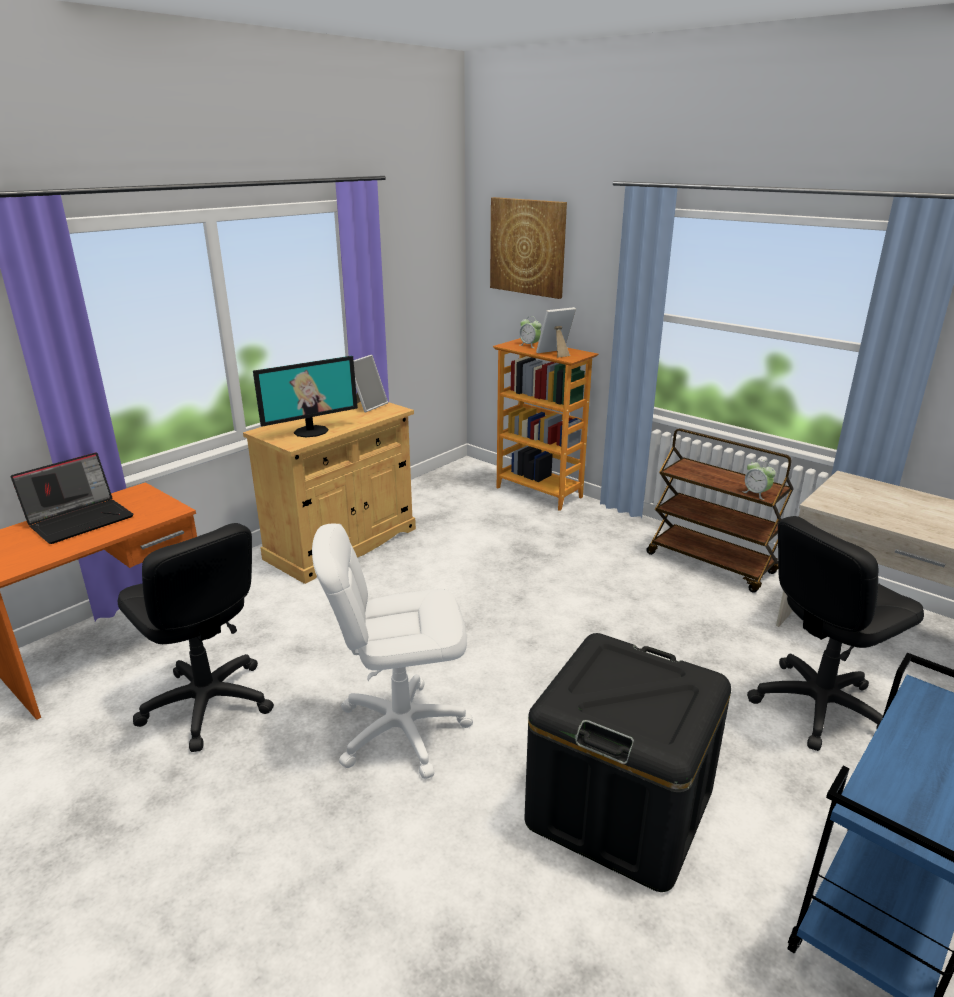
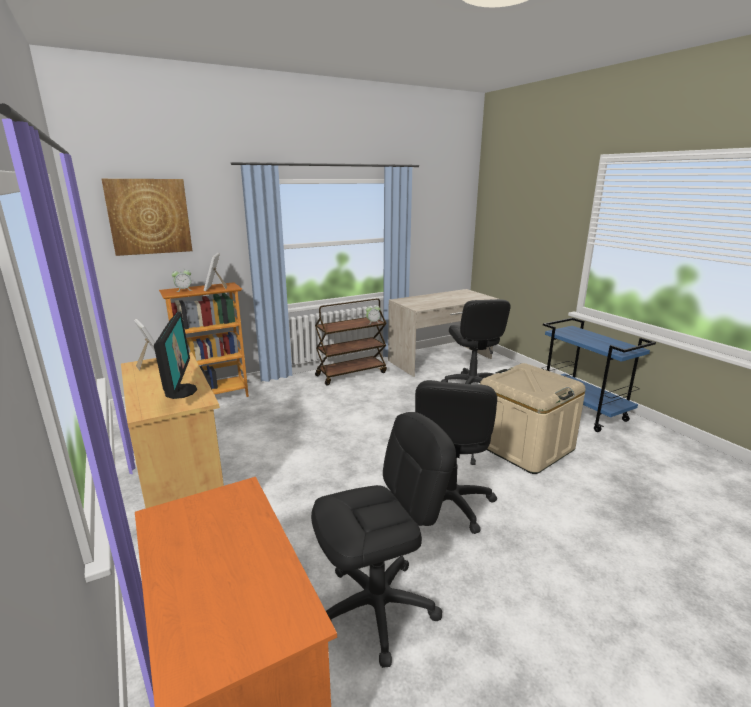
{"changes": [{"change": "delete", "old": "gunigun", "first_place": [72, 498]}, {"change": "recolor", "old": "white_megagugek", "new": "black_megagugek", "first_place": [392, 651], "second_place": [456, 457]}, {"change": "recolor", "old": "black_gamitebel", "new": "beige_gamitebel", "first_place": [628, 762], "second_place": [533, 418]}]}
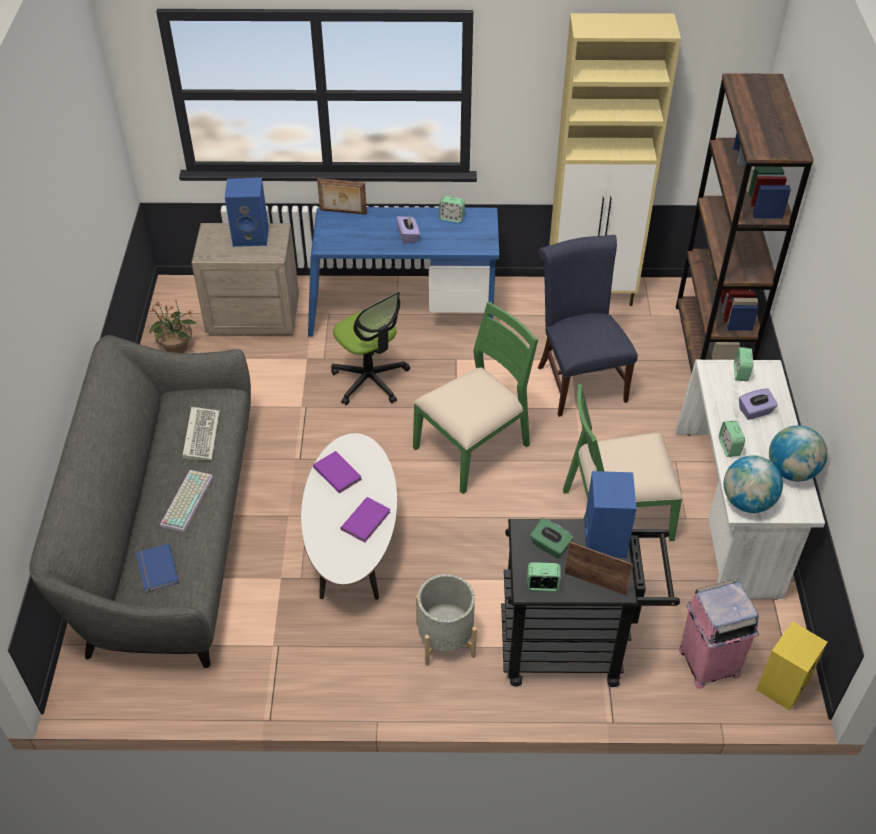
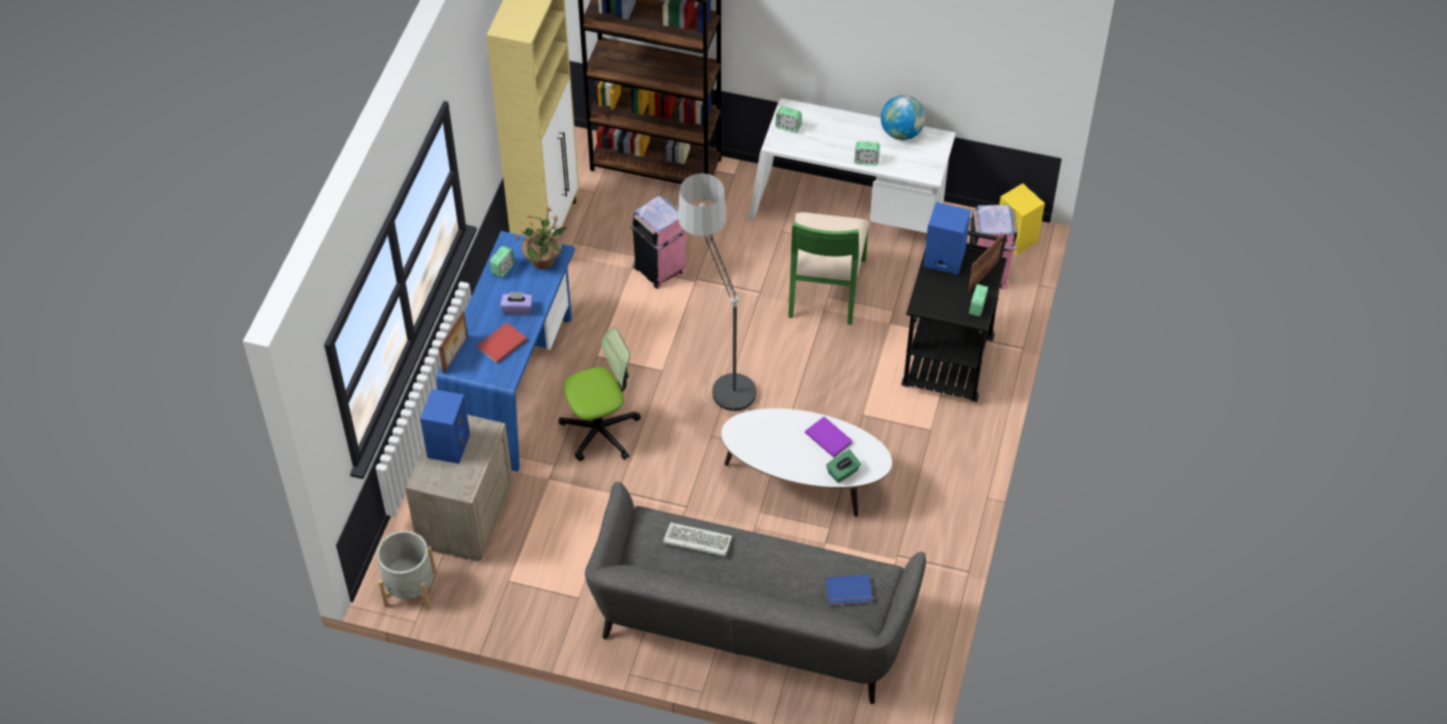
{"changes": [{"change": "replace", "old": "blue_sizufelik", "new": "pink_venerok", "first_place": [588, 326], "second_place": [658, 242]}, {"change": "move", "old": "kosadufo", "first_place": [172, 327], "second_place": [541, 238]}, {"change": "replace", "old": "green_sizufelik", "new": "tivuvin", "first_place": [475, 398], "second_place": [717, 294]}, {"change": "delete", "old": "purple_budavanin", "first_place": [758, 404]}, {"change": "delete", "old": "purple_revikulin", "first_place": [337, 472]}, {"change": "delete", "old": "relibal", "first_place": [753, 484]}, {"change": "delete", "old": "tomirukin", "first_place": [186, 501]}, {"change": "move", "old": "green_budavanin", "first_place": [552, 538], "second_place": [843, 466]}, {"change": "move", "old": "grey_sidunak", "first_place": [446, 620], "second_place": [406, 570]}, {"change": "insert", "new": "red_revikulin", "second_place": [502, 343]}]}
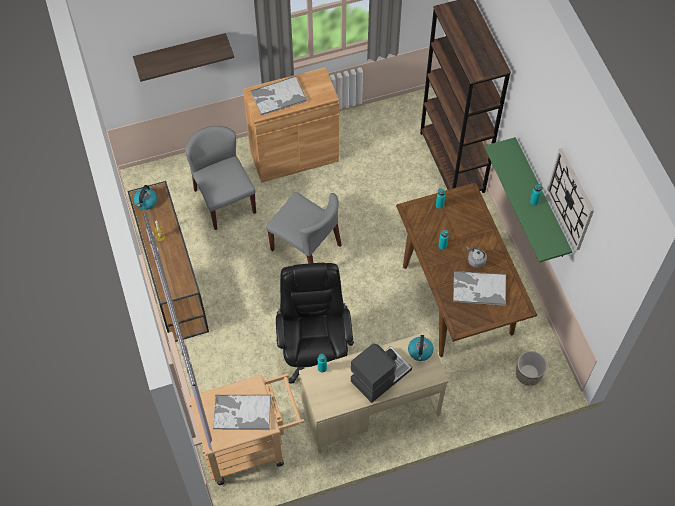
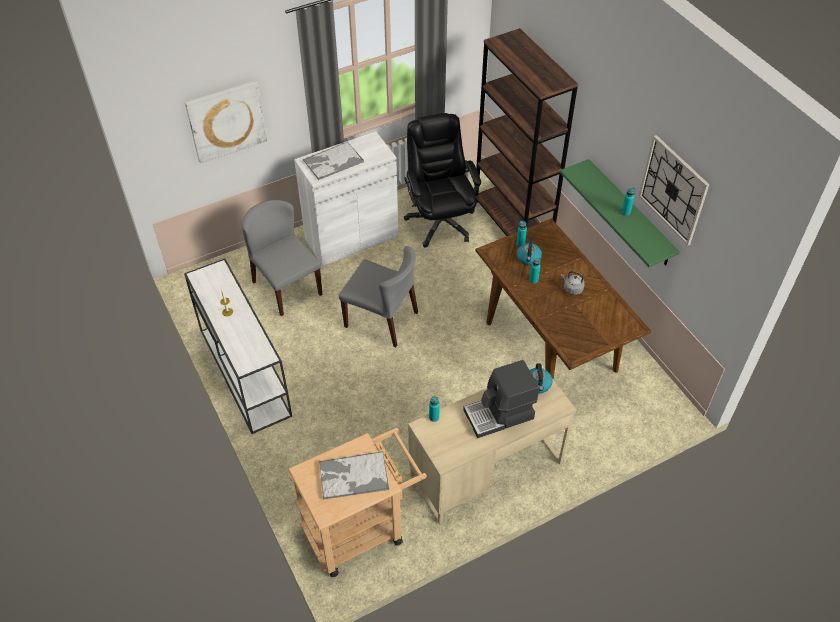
{"changes": [{"change": "replace", "old": "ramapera", "new": "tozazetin", "first_place": [183, 57], "second_place": [226, 122]}, {"change": "recolor", "old": "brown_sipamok", "new": "white_sipamok", "first_place": [291, 125], "second_place": [346, 198]}, {"change": "recolor", "old": "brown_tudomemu", "new": "white_tudomemu", "first_place": [168, 261], "second_place": [238, 346]}, {"change": "move", "old": "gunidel", "first_place": [145, 197], "second_place": [529, 251]}, {"change": "move", "old": "black_megagugek", "first_place": [315, 323], "second_place": [442, 180]}, {"change": "delete", "old": "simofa", "first_place": [479, 288]}, {"change": "rotate", "old": "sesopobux", "first_place": [381, 373], "second_place": [501, 399], "degrees": -150}, {"change": "delete", "old": "sidunak", "first_place": [531, 368]}]}
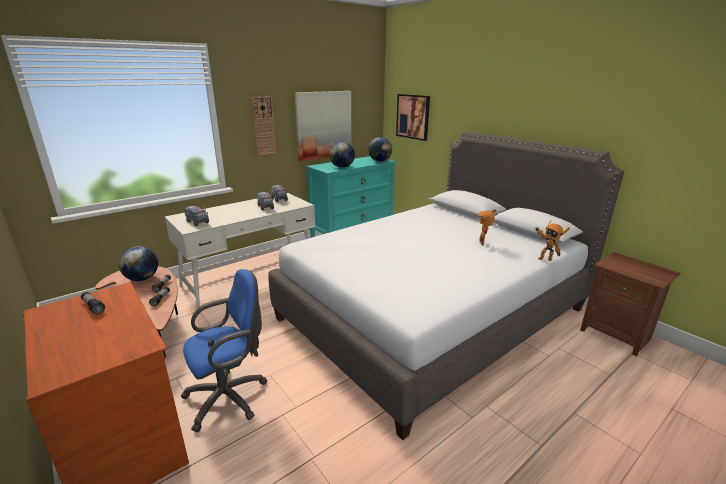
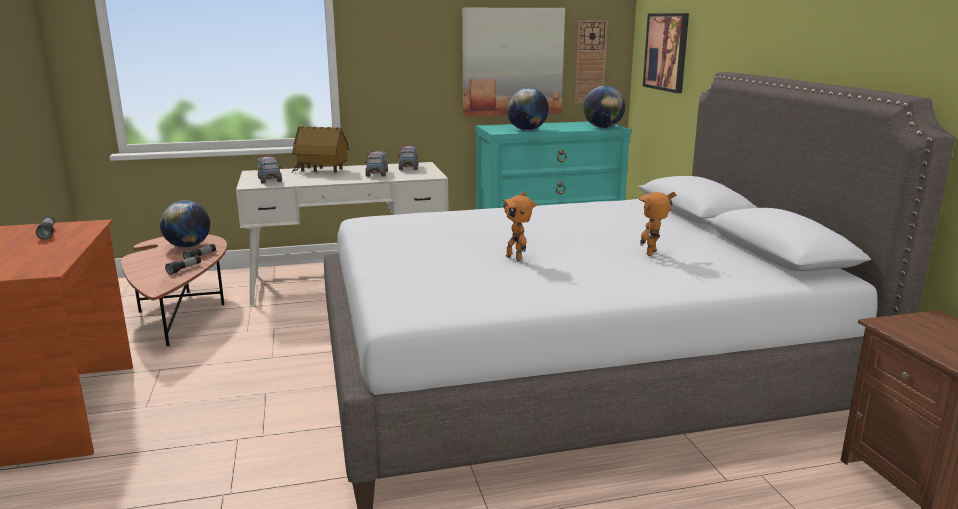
{"changes": [{"change": "move", "old": "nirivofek", "first_place": [263, 125], "second_place": [591, 61]}, {"change": "move", "old": "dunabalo", "first_place": [552, 241], "second_place": [519, 226]}, {"change": "delete", "old": "blue_megagugek", "first_place": [224, 350]}, {"change": "insert", "new": "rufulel", "second_place": [320, 149]}]}
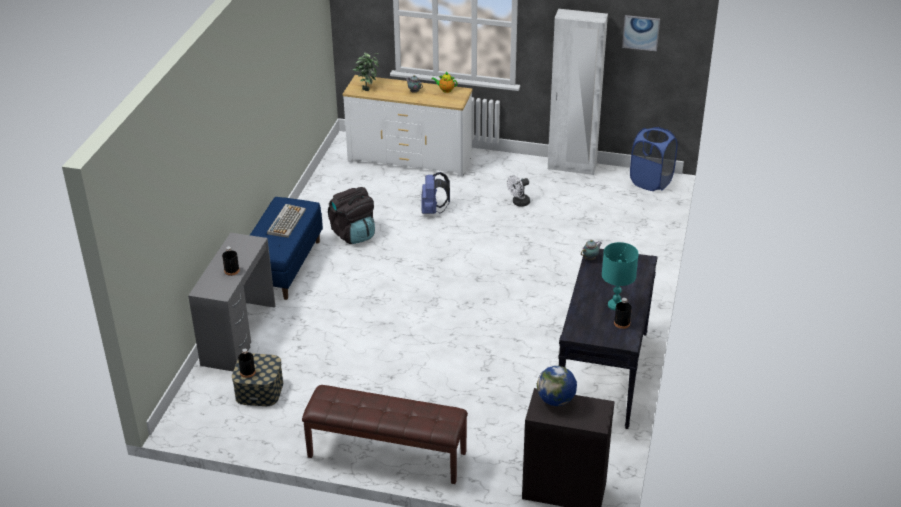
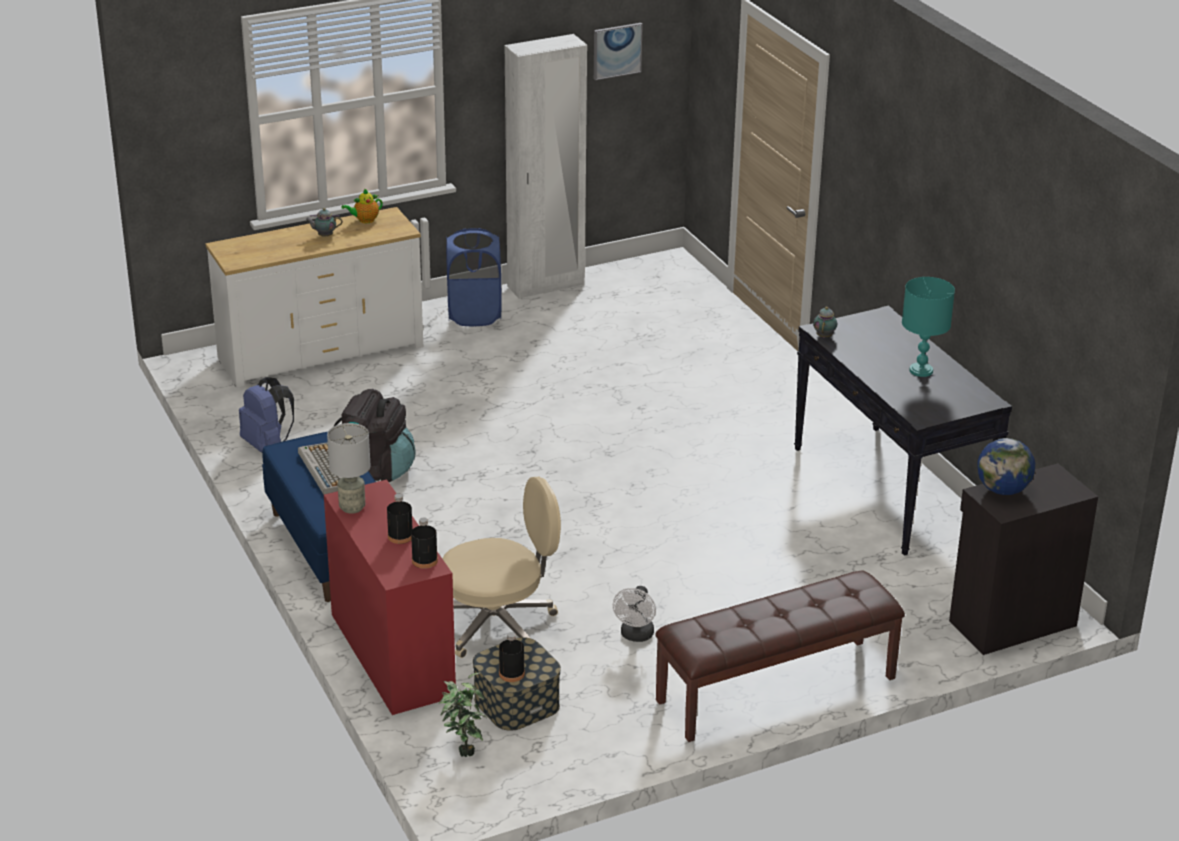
{"changes": [{"change": "move", "old": "kosadufo", "first_place": [366, 71], "second_place": [463, 714]}, {"change": "move", "old": "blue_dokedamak", "first_place": [653, 159], "second_place": [474, 277]}, {"change": "move", "old": "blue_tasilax", "first_place": [436, 193], "second_place": [266, 415]}, {"change": "move", "old": "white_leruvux", "first_place": [518, 191], "second_place": [634, 614]}, {"change": "recolor", "old": "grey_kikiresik", "new": "red_kikiresik", "first_place": [232, 302], "second_place": [390, 597]}, {"change": "move", "old": "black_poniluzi", "first_place": [623, 313], "second_place": [424, 543]}, {"change": "insert", "new": "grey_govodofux", "second_place": [349, 468]}, {"change": "insert", "new": "beige_megagugek", "second_place": [501, 567]}]}
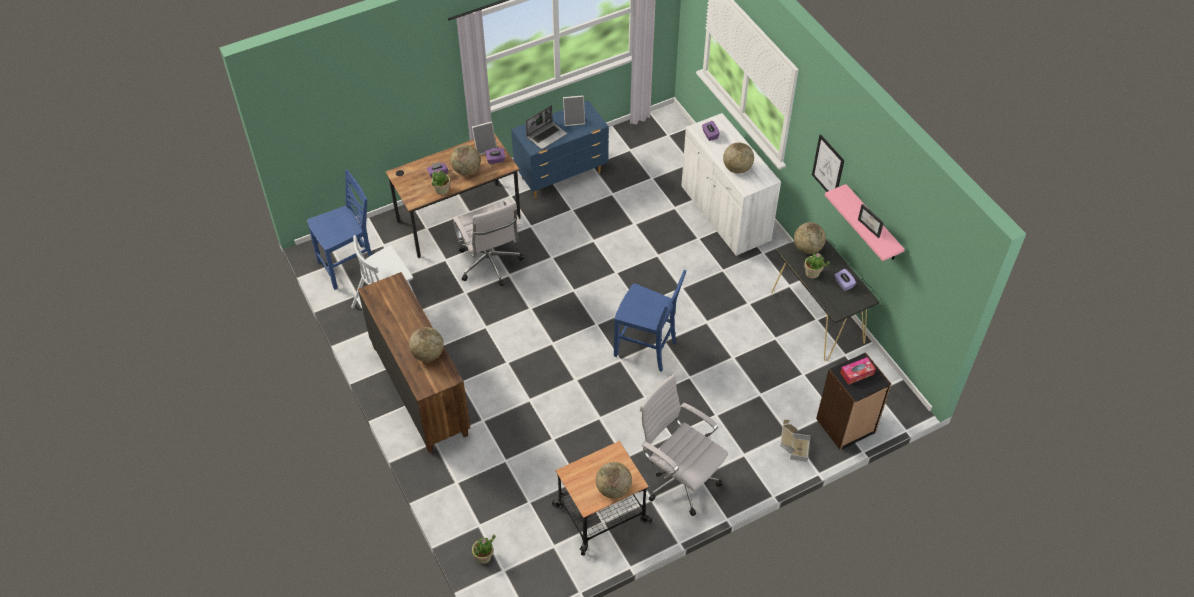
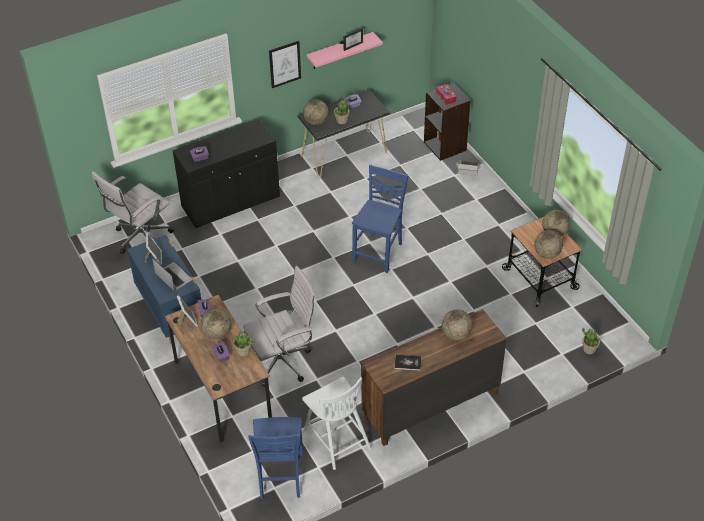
{"changes": [{"change": "recolor", "old": "white_sipamok", "new": "black_sipamok", "first_place": [731, 184], "second_place": [226, 174]}, {"change": "move", "old": "relibal", "first_place": [738, 158], "second_place": [548, 244]}, {"change": "rotate", "old": "blue_sizufelik", "first_place": [339, 229], "second_place": [276, 458], "degrees": -150}, {"change": "move", "old": "white_megagugek", "first_place": [684, 445], "second_place": [133, 212]}, {"change": "insert", "new": "revikulin", "second_place": [408, 363]}]}
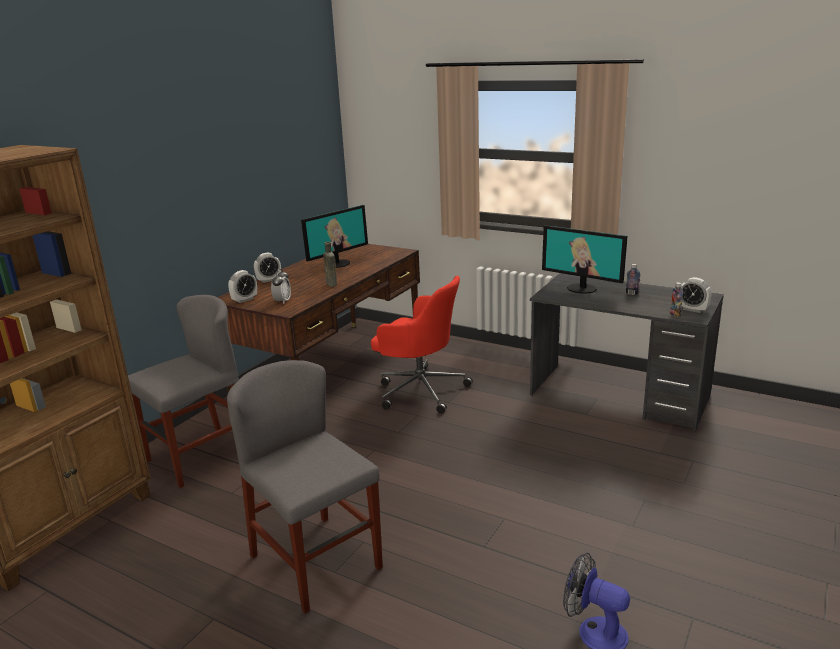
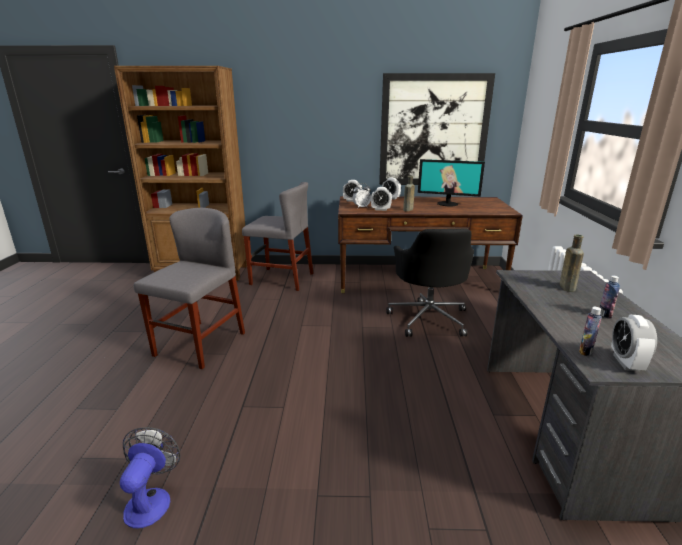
{"changes": [{"change": "replace", "old": "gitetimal", "new": "brown_poniluzi", "first_place": [585, 259], "second_place": [572, 263]}, {"change": "recolor", "old": "red_megagugek", "new": "black_megagugek", "first_place": [422, 345], "second_place": [430, 282]}, {"change": "insert", "new": "tozazetin", "second_place": [437, 129]}, {"change": "insert", "new": "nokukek", "second_place": [381, 199]}]}
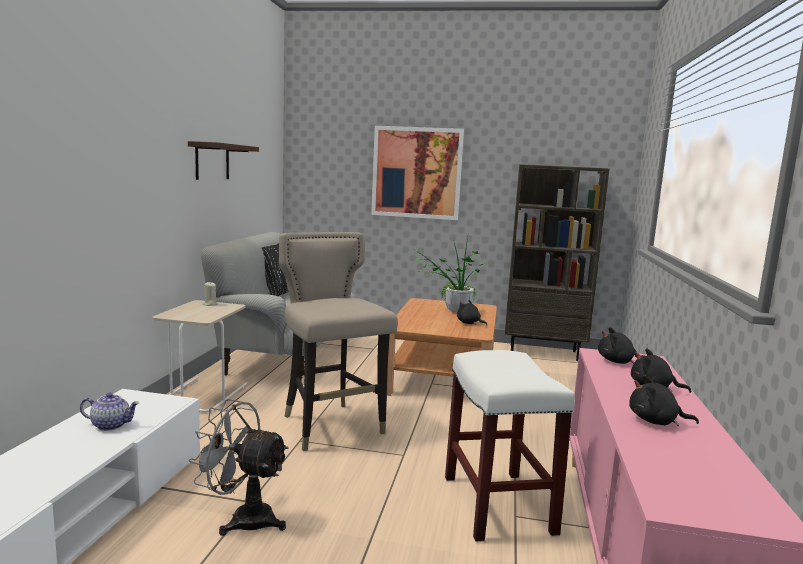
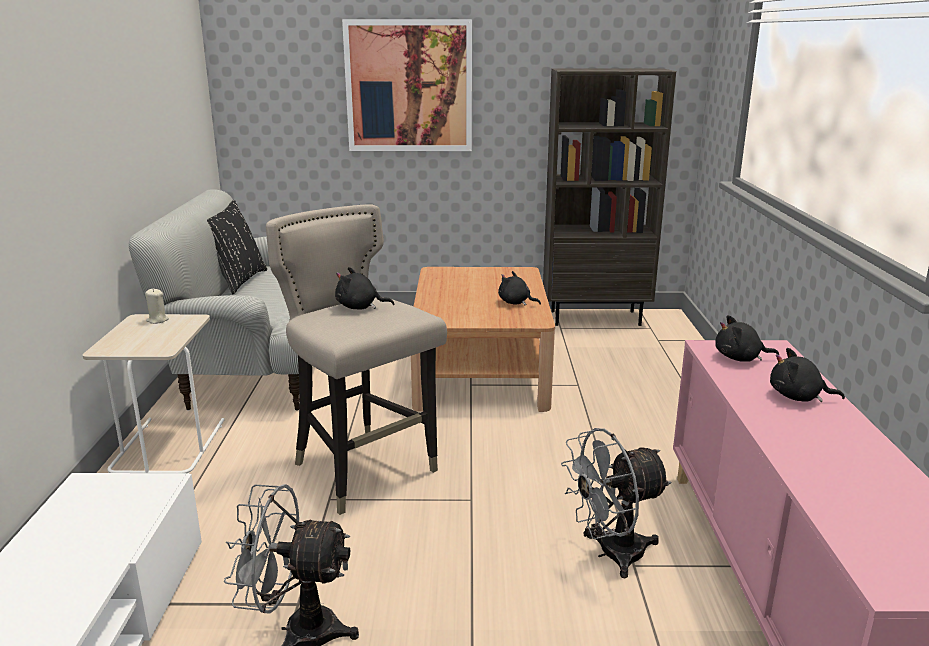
{"changes": [{"change": "delete", "old": "ramapera", "first_place": [223, 160]}, {"change": "delete", "old": "kosadufo", "first_place": [451, 275]}, {"change": "replace", "old": "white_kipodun", "new": "grey_leruvux", "first_place": [510, 446], "second_place": [616, 503]}, {"change": "move", "old": "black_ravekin", "first_place": [664, 400], "second_place": [364, 288]}, {"change": "delete", "old": "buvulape", "first_place": [109, 412]}]}
